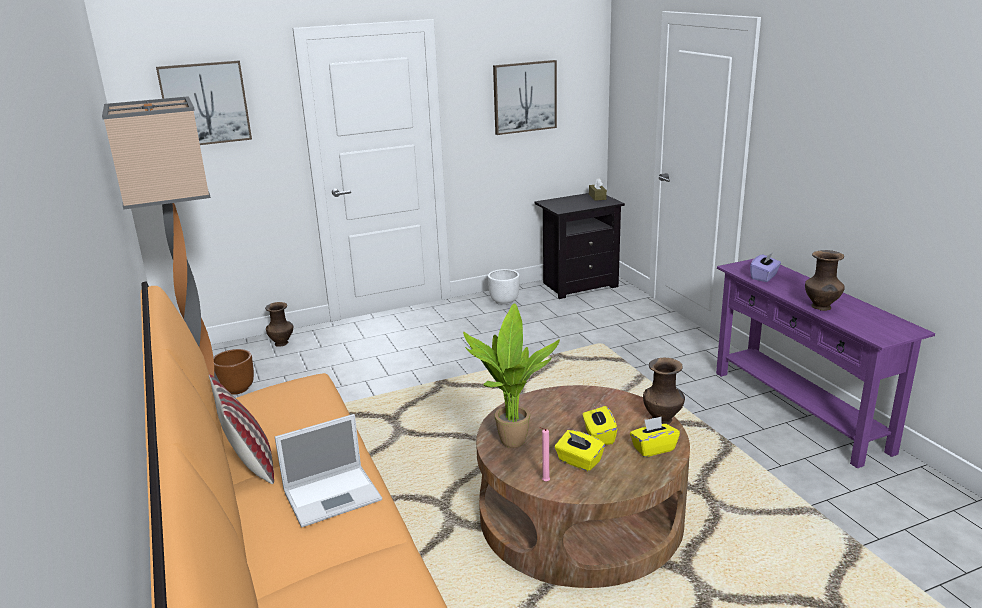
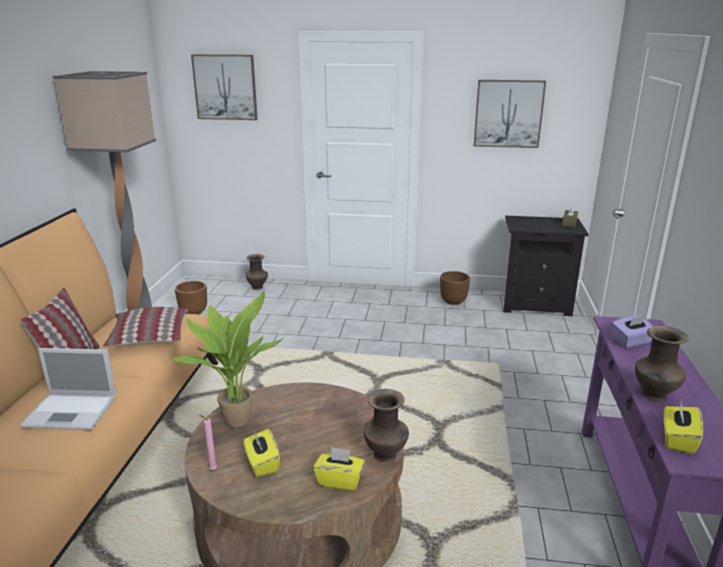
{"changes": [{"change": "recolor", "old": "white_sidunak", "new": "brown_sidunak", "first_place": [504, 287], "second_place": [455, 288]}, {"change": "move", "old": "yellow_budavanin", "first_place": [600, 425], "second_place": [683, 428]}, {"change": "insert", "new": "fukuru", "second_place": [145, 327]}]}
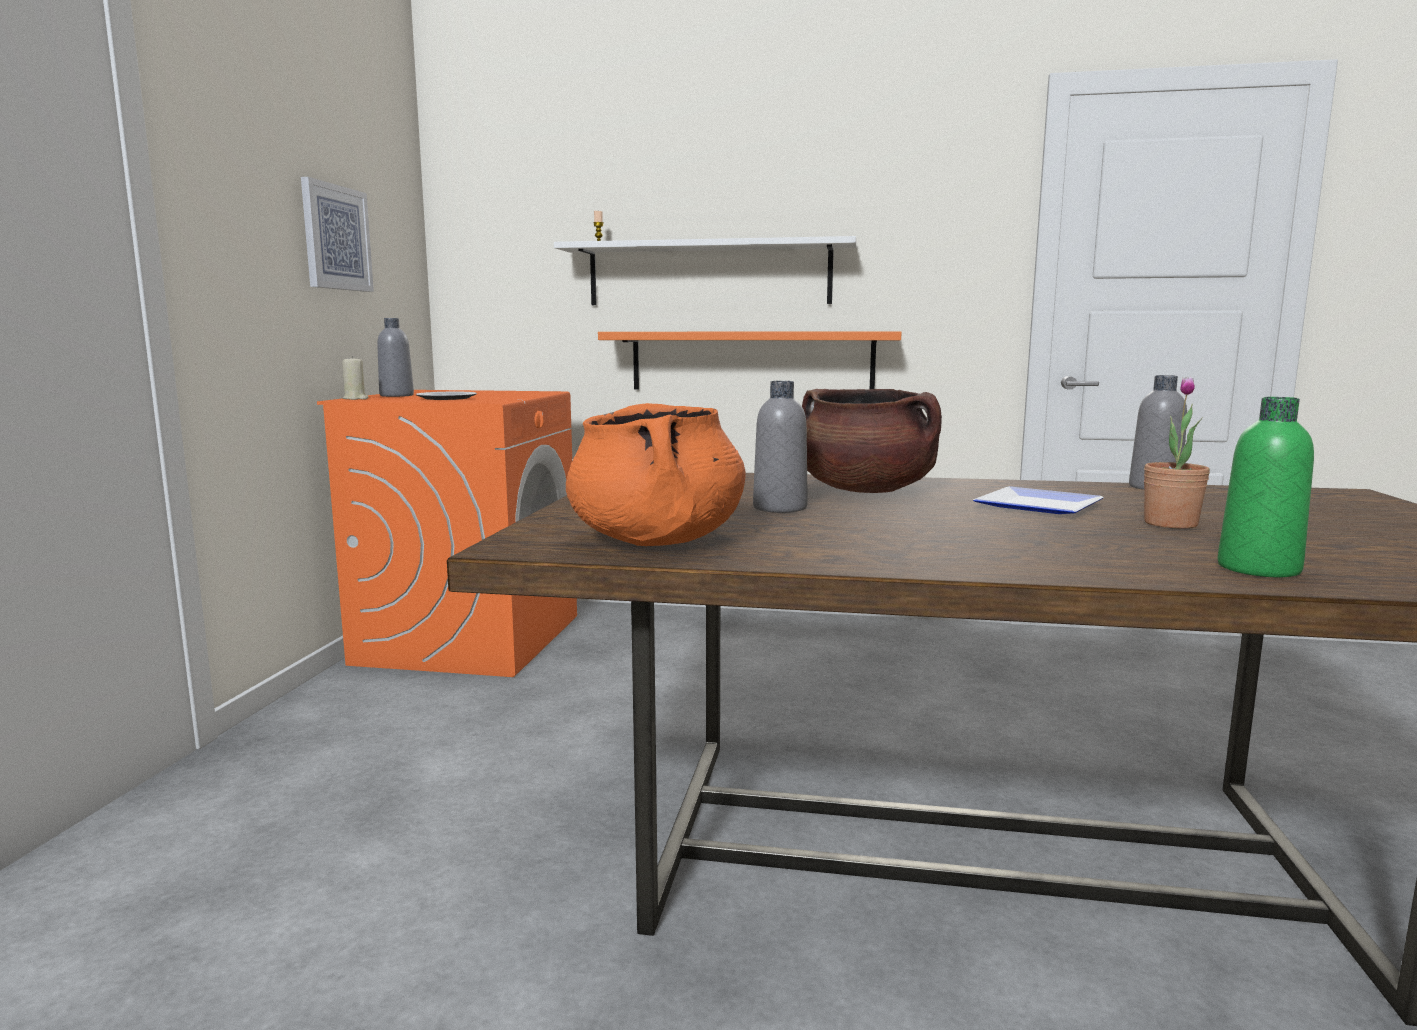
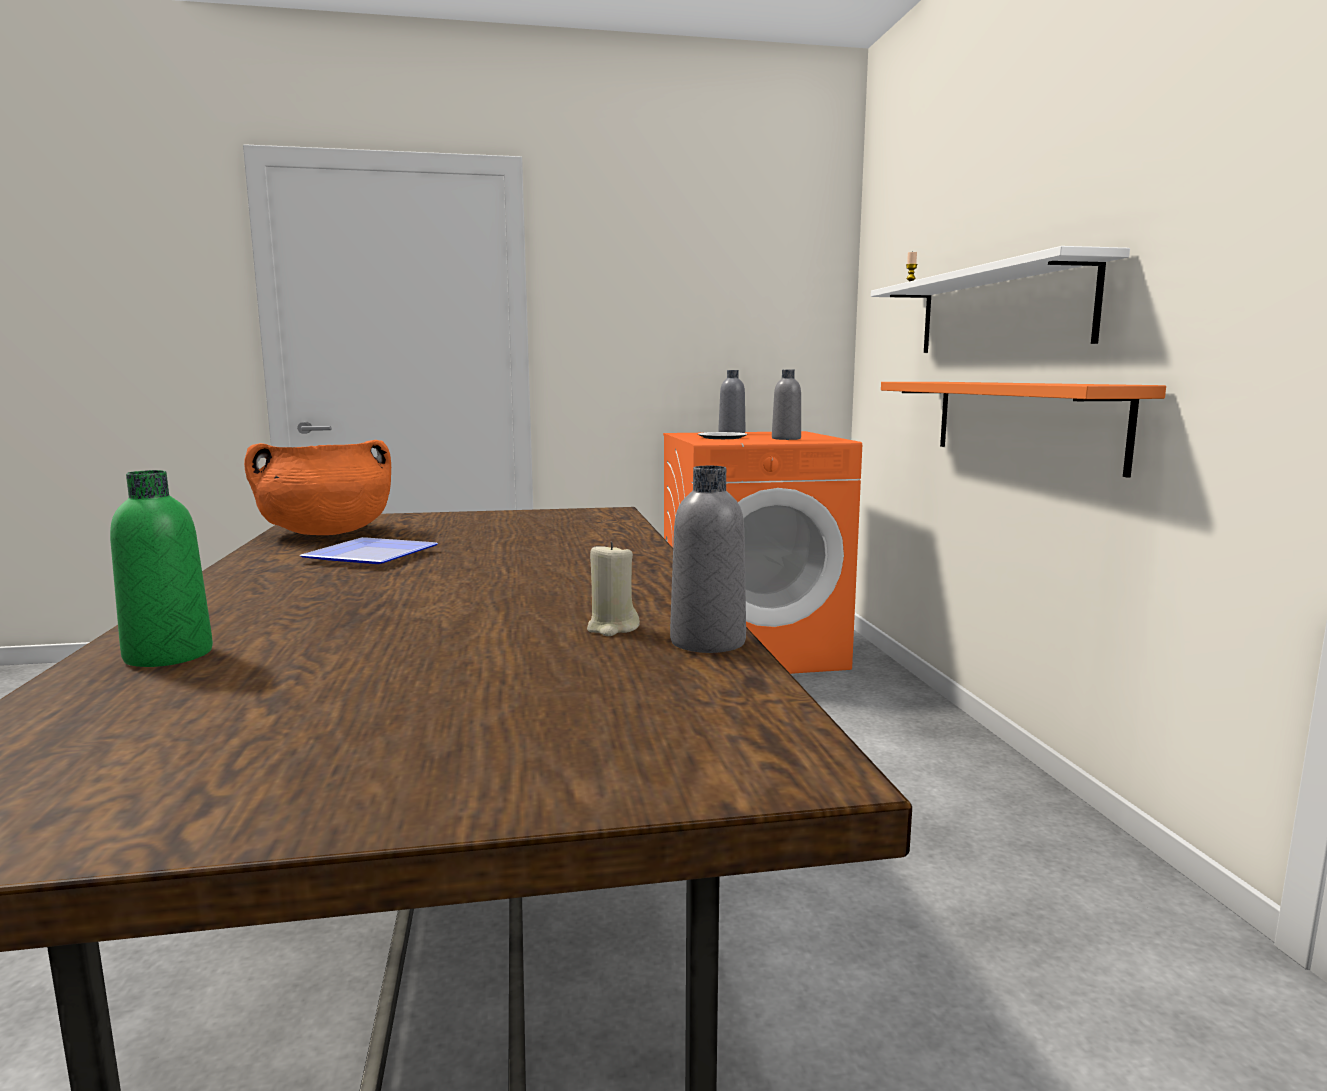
{"changes": [{"change": "delete", "old": "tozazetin", "first_place": [337, 234]}, {"change": "move", "old": "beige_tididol", "first_place": [355, 378], "second_place": [613, 589]}, {"change": "delete", "old": "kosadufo", "first_place": [1177, 453]}, {"change": "move", "old": "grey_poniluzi", "first_place": [780, 447], "second_place": [786, 404]}, {"change": "delete", "old": "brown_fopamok", "first_place": [872, 441]}, {"change": "move", "old": "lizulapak", "first_place": [1038, 500], "second_place": [369, 550]}]}
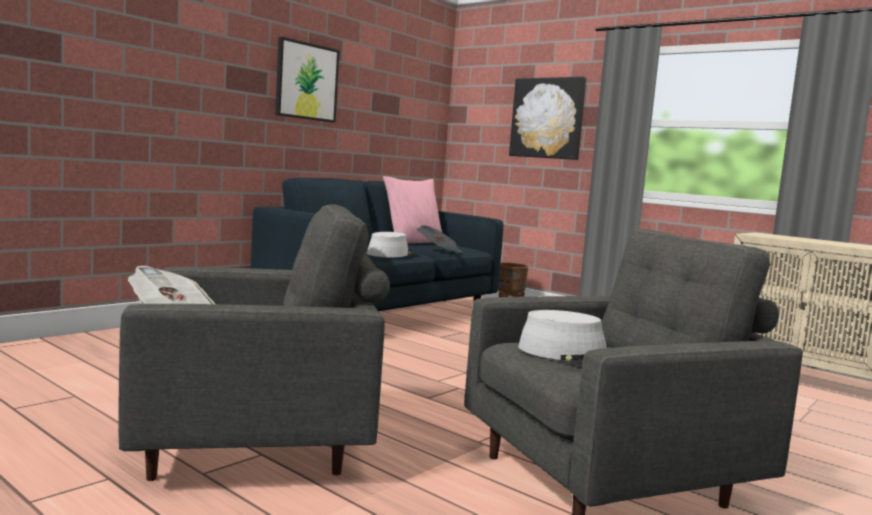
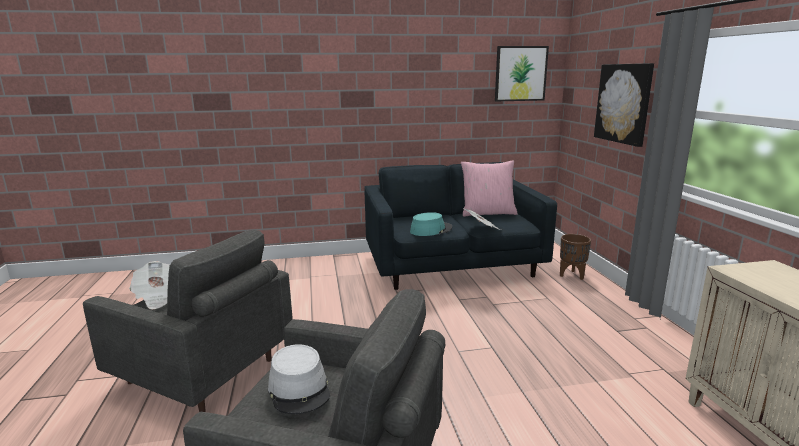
{"changes": [{"change": "move", "old": "tozazetin", "first_place": [307, 80], "second_place": [522, 73]}, {"change": "recolor", "old": "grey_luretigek", "new": "turquoise_luretigek", "first_place": [390, 244], "second_place": [431, 224]}]}
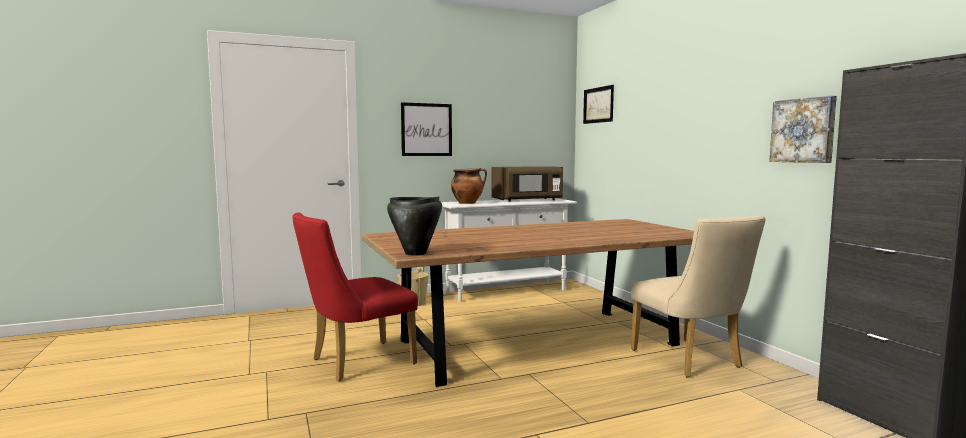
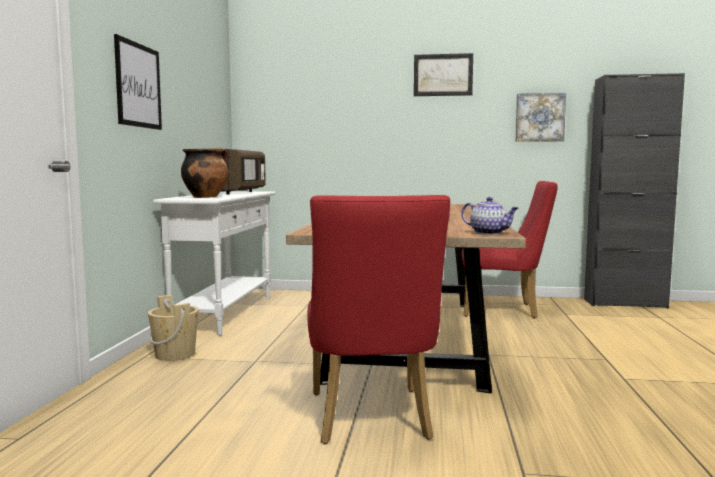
{"changes": [{"change": "move", "old": "tozazetin", "first_place": [598, 104], "second_place": [443, 74]}, {"change": "replace", "old": "black_fopamok", "new": "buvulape", "first_place": [414, 226], "second_place": [489, 215]}, {"change": "recolor", "old": "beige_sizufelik", "new": "red_sizufelik", "first_place": [698, 296], "second_place": [510, 250]}]}
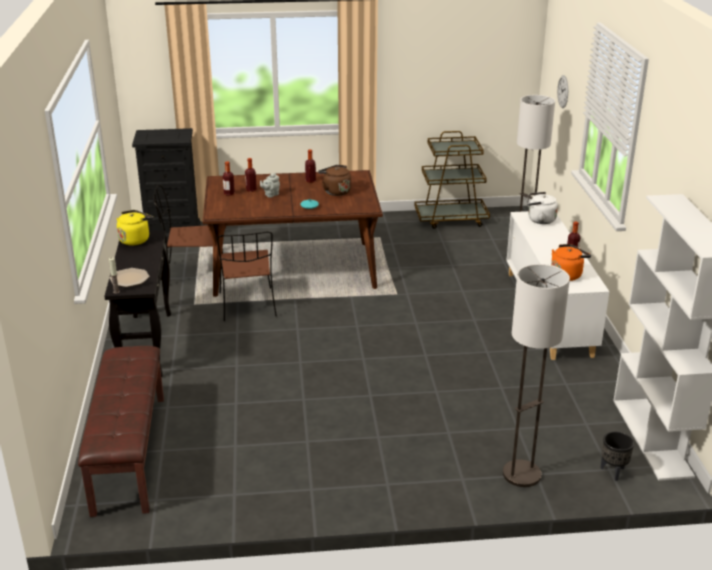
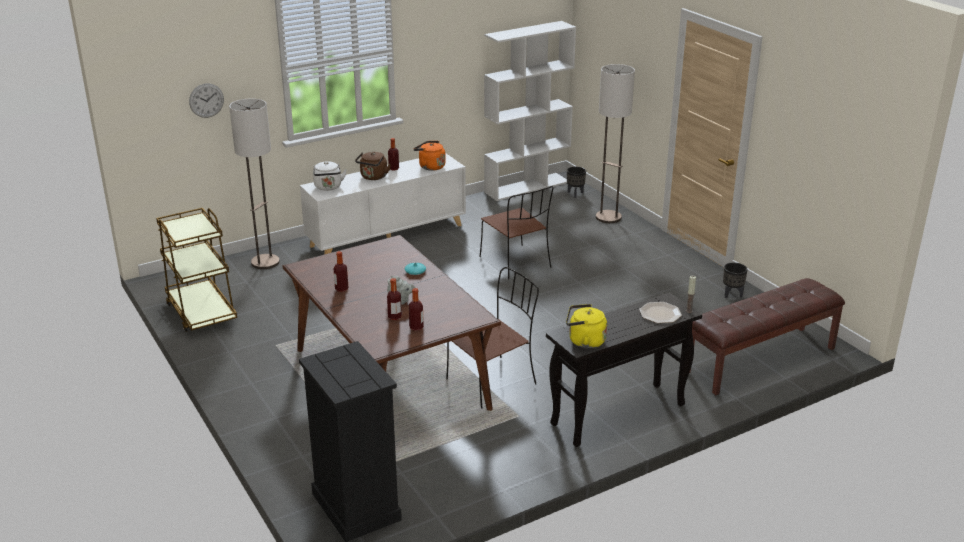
{"changes": [{"change": "move", "old": "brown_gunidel", "first_place": [334, 180], "second_place": [373, 166]}, {"change": "move", "old": "brown_sizufelik", "first_place": [188, 234], "second_place": [516, 233]}, {"change": "insert", "new": "black_sidunak", "second_place": [735, 280]}]}
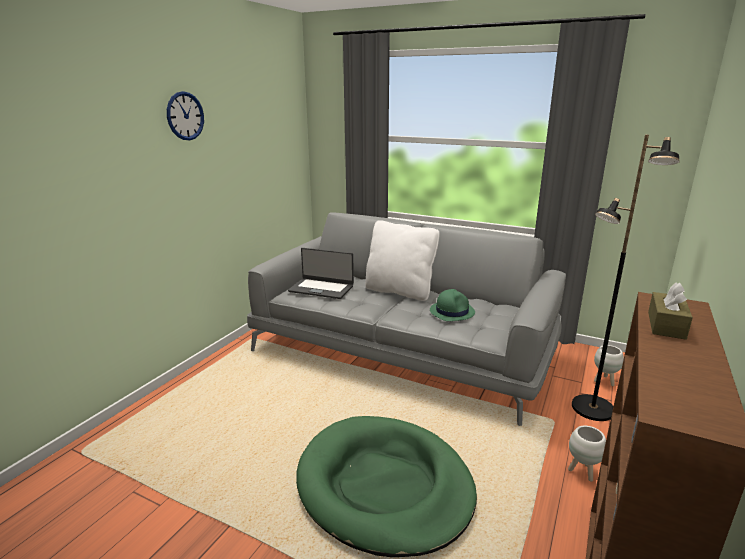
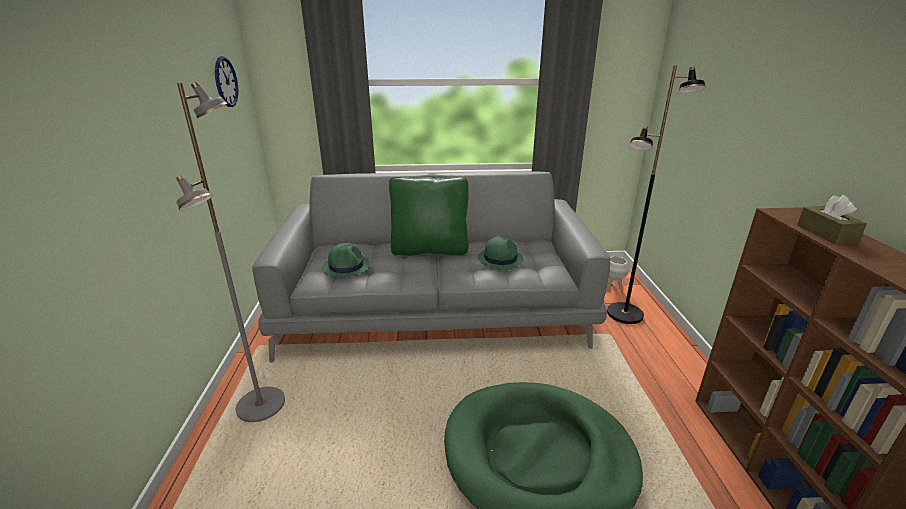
{"changes": [{"change": "move", "old": "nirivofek", "first_place": [185, 115], "second_place": [226, 81]}, {"change": "recolor", "old": "white_fukuru", "new": "green_fukuru", "first_place": [402, 260], "second_place": [429, 216]}, {"change": "replace", "old": "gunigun", "new": "green_luretigek", "first_place": [321, 273], "second_place": [346, 260]}, {"change": "delete", "old": "white_sidunak", "first_place": [587, 454]}, {"change": "insert", "new": "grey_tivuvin", "second_place": [230, 252]}]}
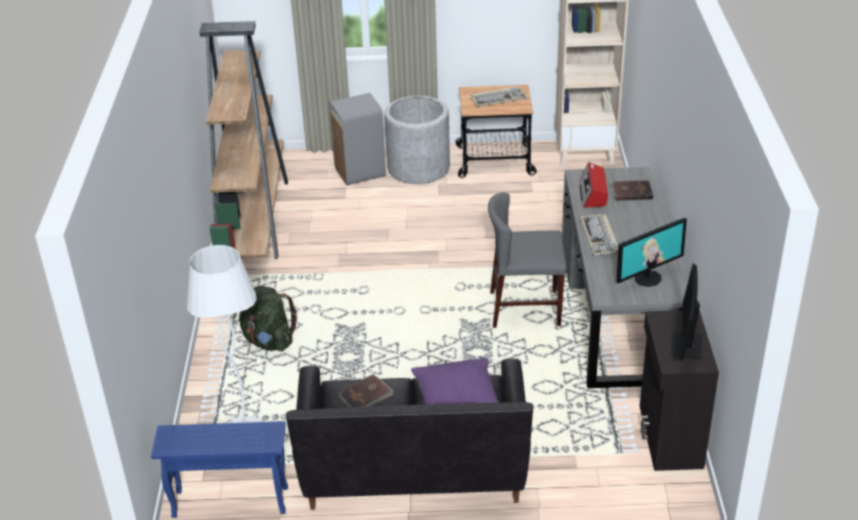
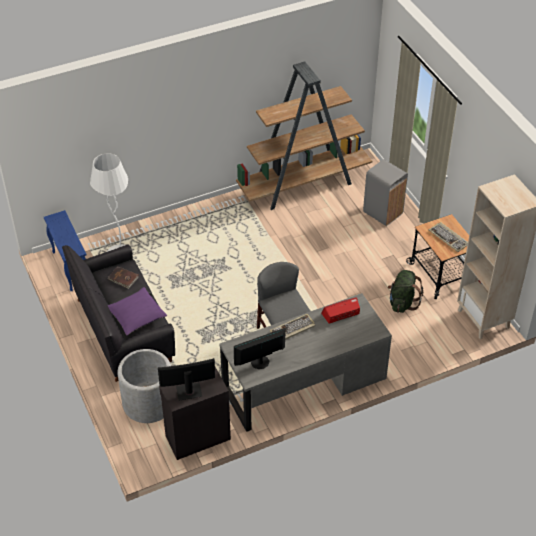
{"changes": [{"change": "move", "old": "grey_sidunak", "first_place": [417, 140], "second_place": [144, 386]}, {"change": "delete", "old": "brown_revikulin", "first_place": [632, 190]}, {"change": "rotate", "old": "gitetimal", "first_place": [651, 252], "second_place": [260, 348], "degrees": 120}, {"change": "move", "old": "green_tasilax", "first_place": [268, 318], "second_place": [405, 291]}]}
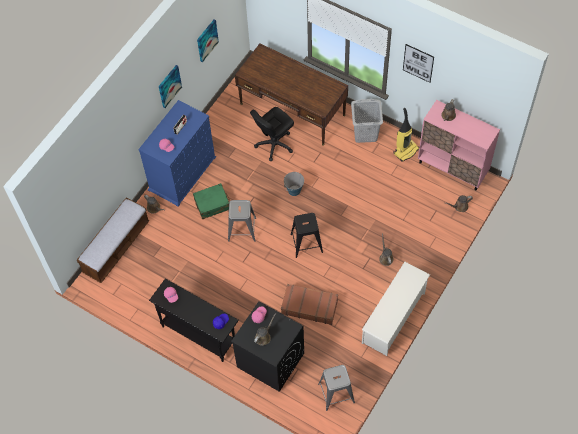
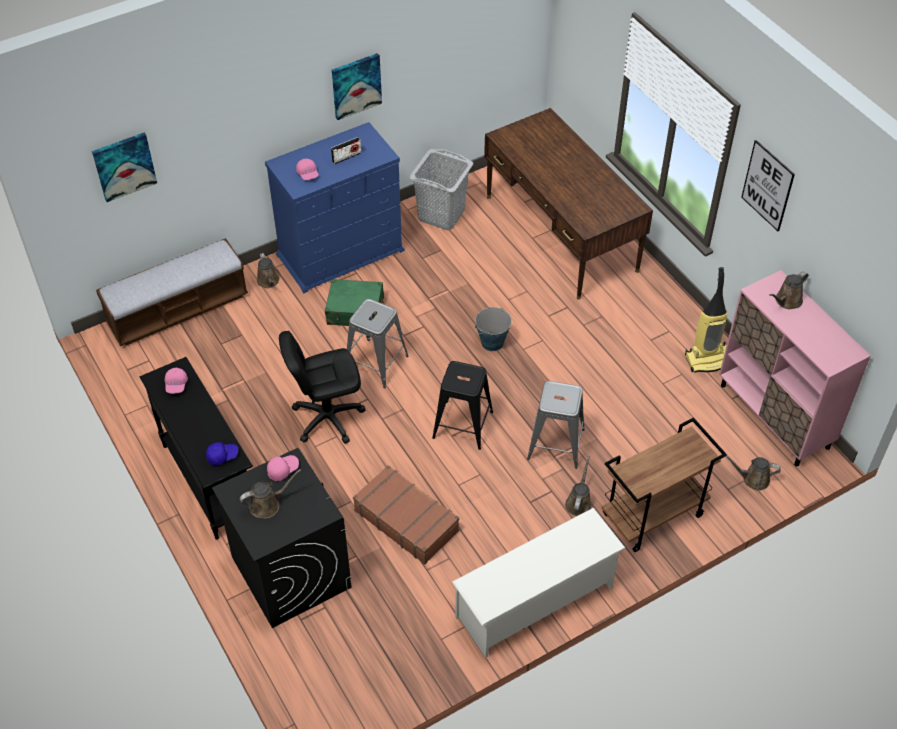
{"changes": [{"change": "move", "old": "tozazetin", "first_place": [208, 41], "second_place": [124, 167]}, {"change": "move", "old": "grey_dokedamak", "first_place": [367, 121], "second_place": [441, 189]}, {"change": "move", "old": "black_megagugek", "first_place": [272, 134], "second_place": [322, 387]}, {"change": "move", "old": "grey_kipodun", "first_place": [336, 388], "second_place": [556, 425]}, {"change": "insert", "new": "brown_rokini", "second_place": [664, 484]}]}
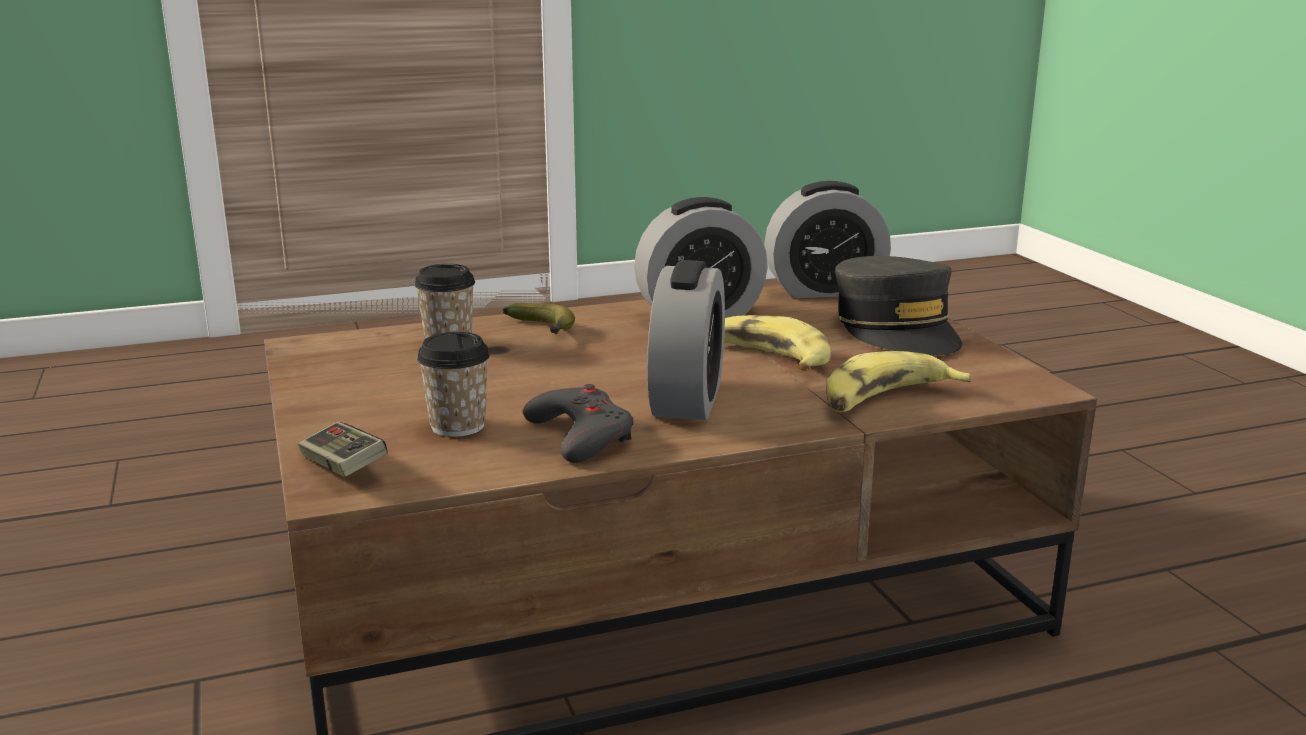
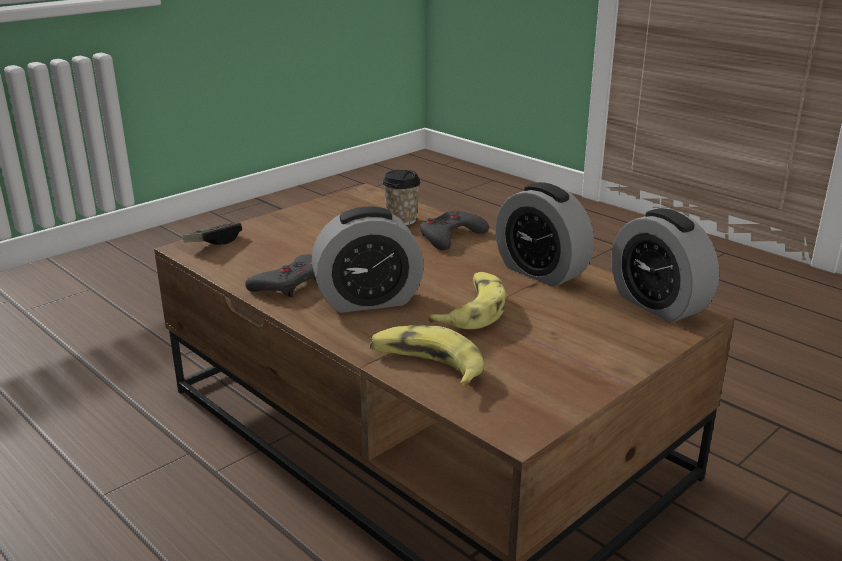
{"changes": [{"change": "delete", "old": "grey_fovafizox", "first_place": [898, 306]}, {"change": "replace", "old": "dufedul", "new": "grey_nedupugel", "first_place": [538, 318], "second_place": [454, 230]}, {"change": "delete", "old": "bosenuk", "first_place": [453, 384]}]}
